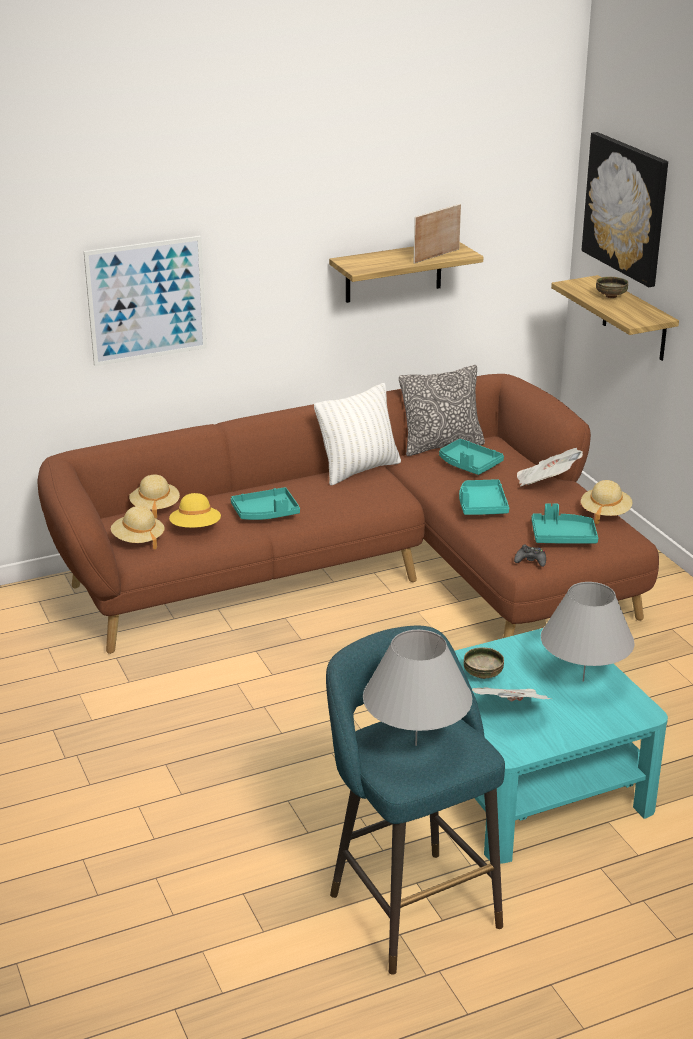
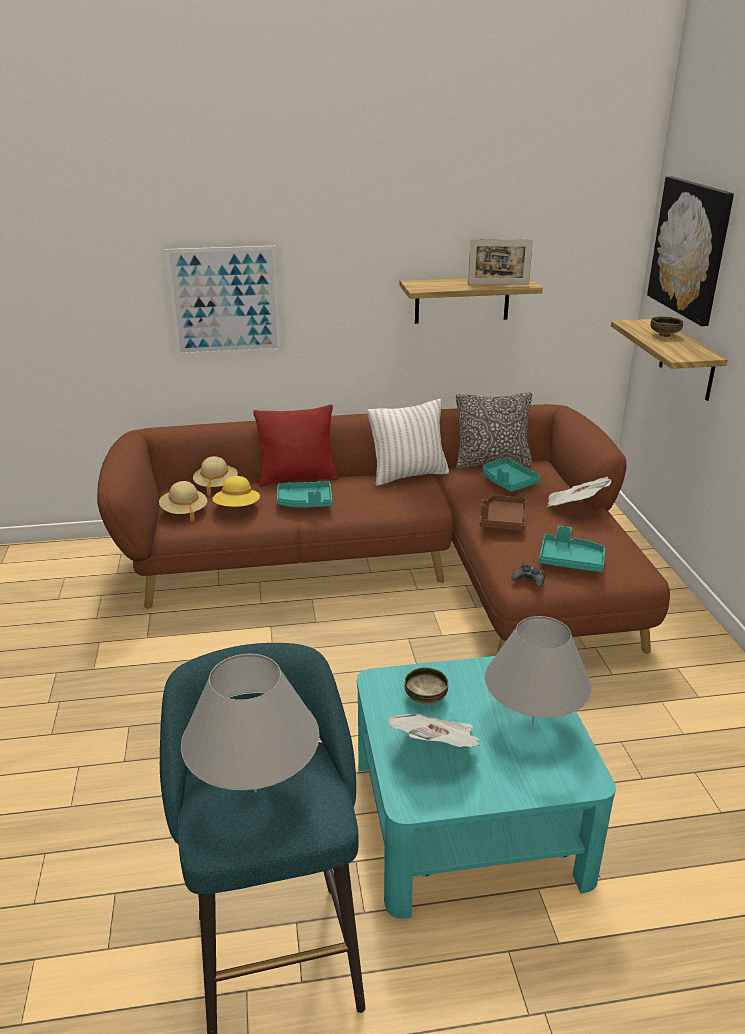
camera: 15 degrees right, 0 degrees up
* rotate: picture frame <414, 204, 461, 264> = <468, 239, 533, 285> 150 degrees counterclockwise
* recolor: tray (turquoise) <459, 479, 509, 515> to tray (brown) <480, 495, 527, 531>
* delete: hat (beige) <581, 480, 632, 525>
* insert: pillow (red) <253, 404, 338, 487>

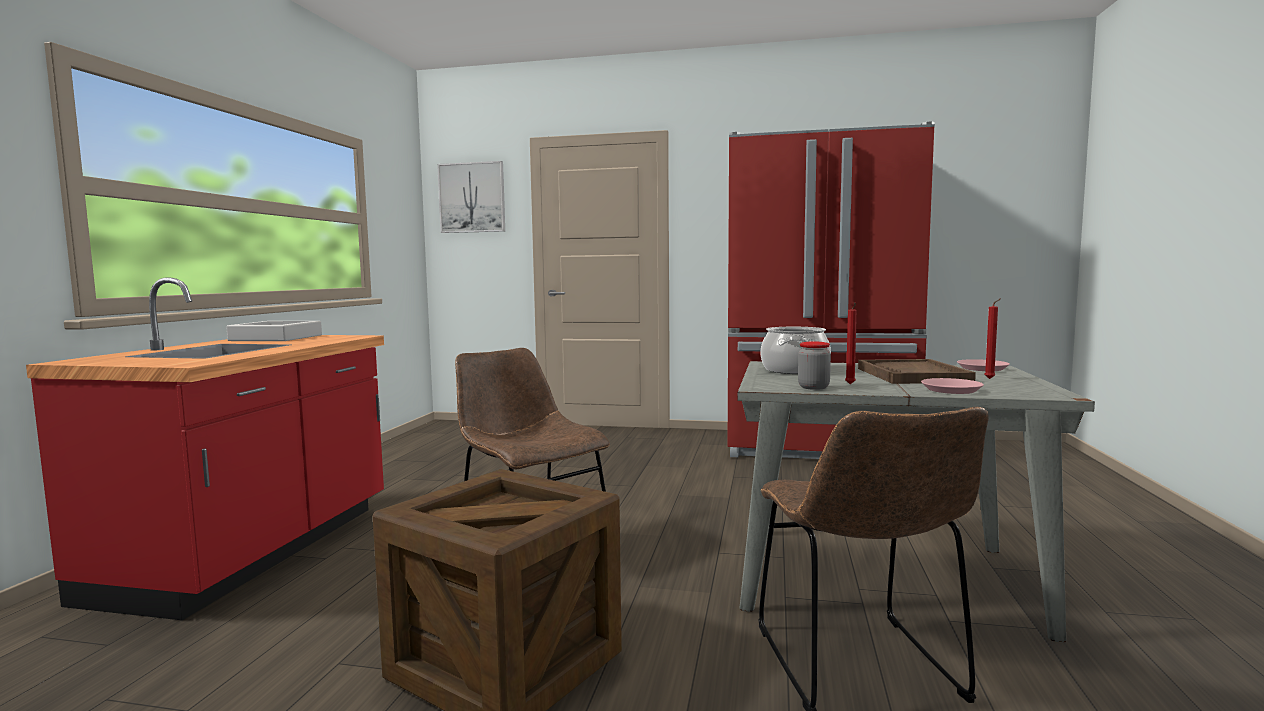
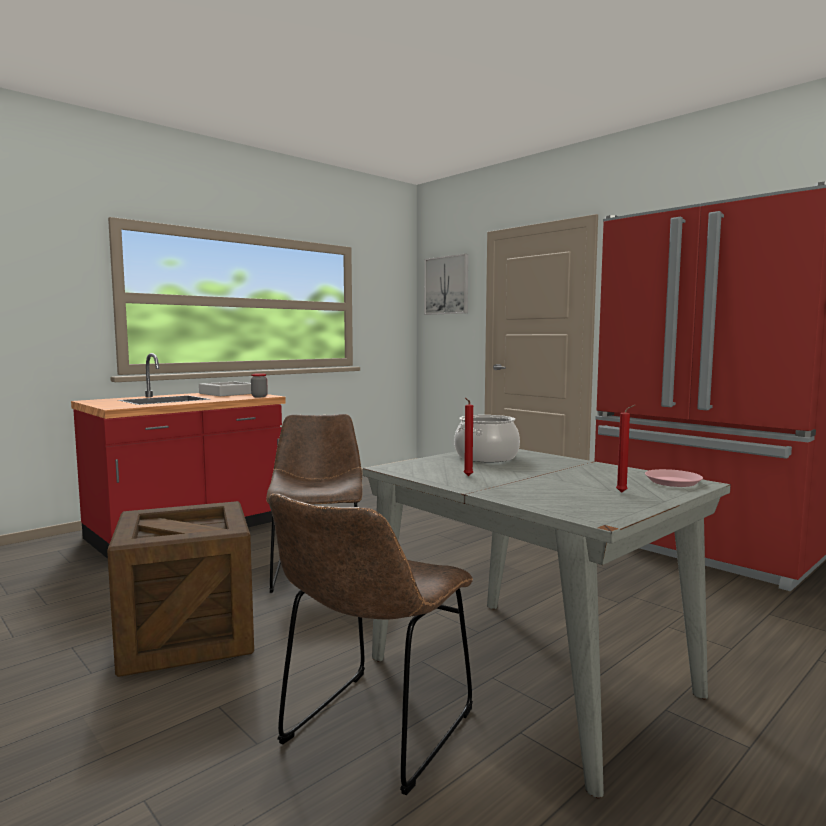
camera: 35 degrees right, 0 degrees up
* move: jar <798, 341, 831, 390> to <251, 373, 268, 397>
* delete: tray (brown) <858, 359, 976, 384>
* delete: plate (pink) <921, 378, 984, 394>

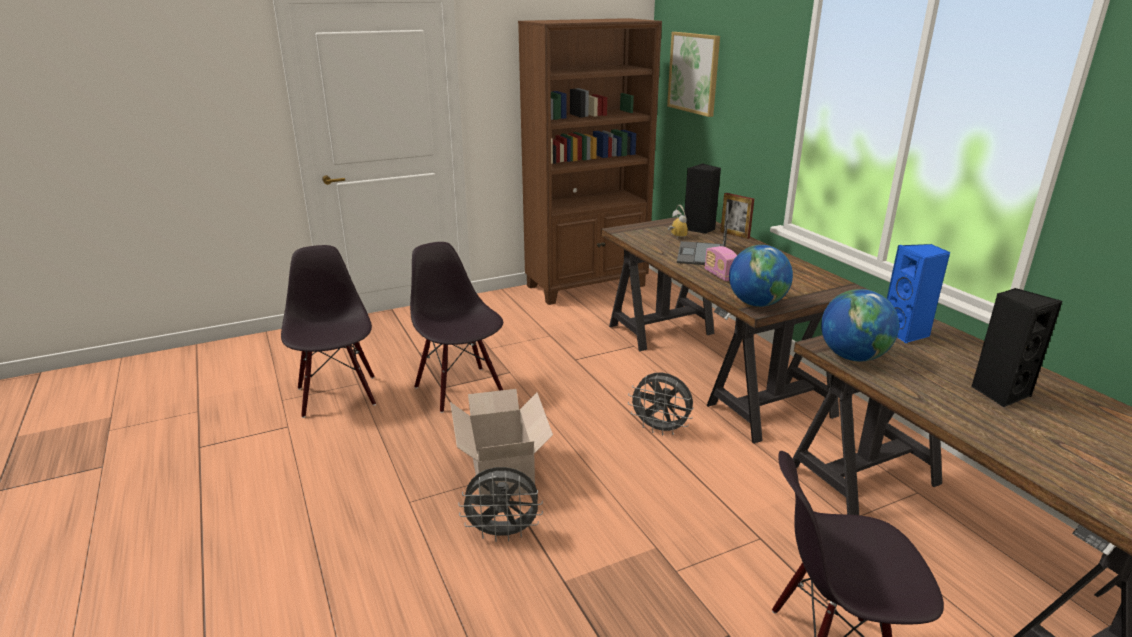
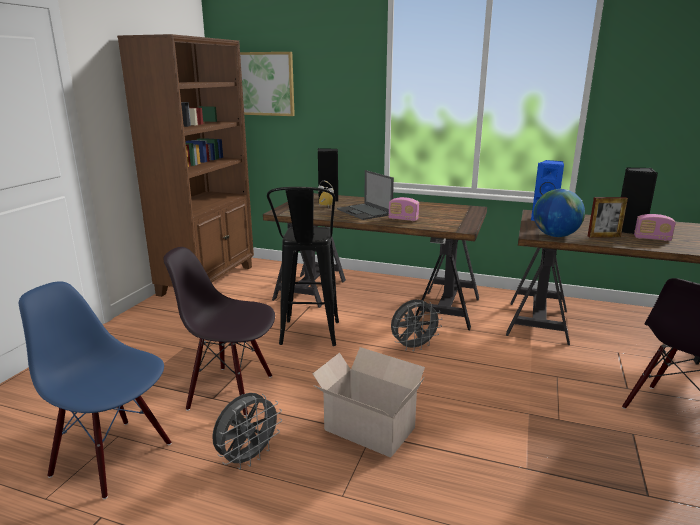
camera: 45 degrees left, 5 degrees down
* move: picture frame <720, 193, 754, 239> to <588, 197, 628, 237>
* recolor: chair (black) <281, 245, 376, 418> to chair (blue) <19, 281, 171, 499>
* delete: globe <729, 245, 793, 307>
* move: fan (grey) <458, 467, 543, 542> to <212, 393, 282, 469>
* insert: stool (black) <267, 187, 339, 346>
* insert: radio <634, 214, 676, 241>

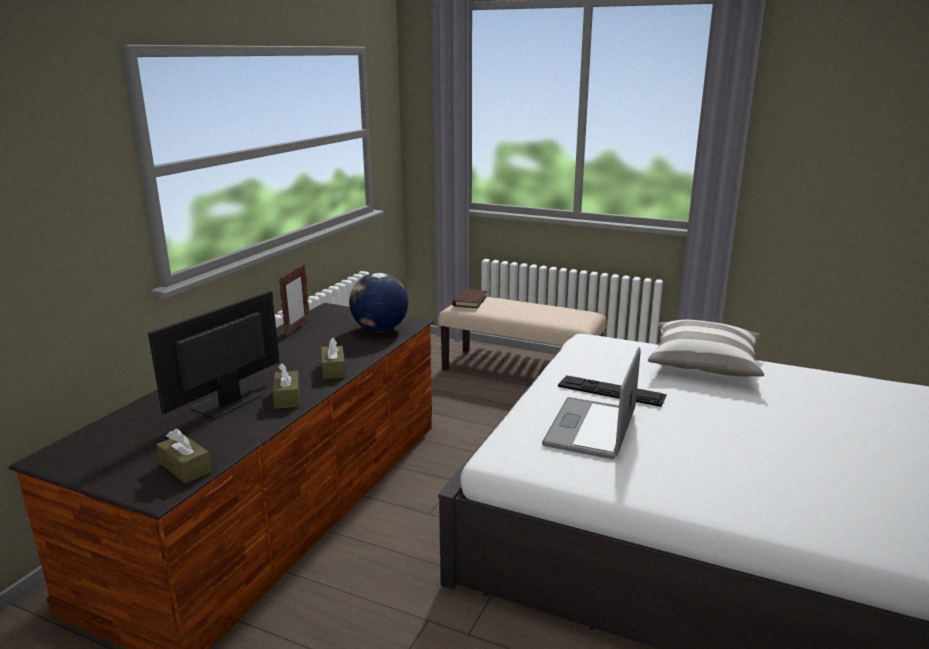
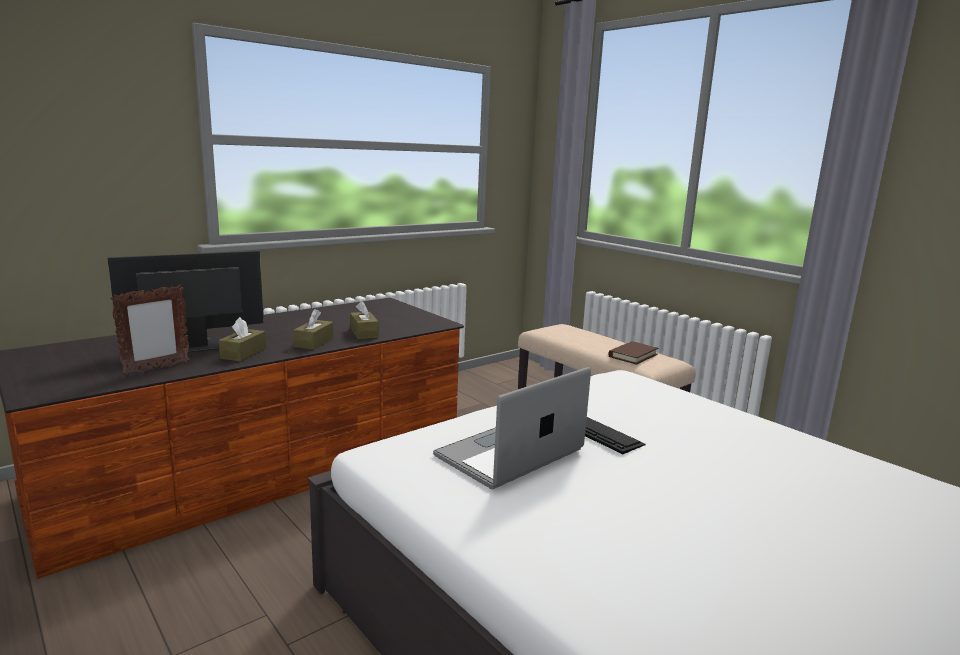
camera: 25 degrees right, 5 degrees down
* move: picture frame <279, 264, 310, 337> to <110, 285, 190, 376>
* delete: globe <349, 273, 408, 332>
* move: book (brown) <452, 289, 487, 308> to <608, 341, 658, 365>
* delete: pillow <648, 320, 764, 378>
* move: tissue box (brown) <157, 428, 212, 483> to <350, 301, 379, 339>

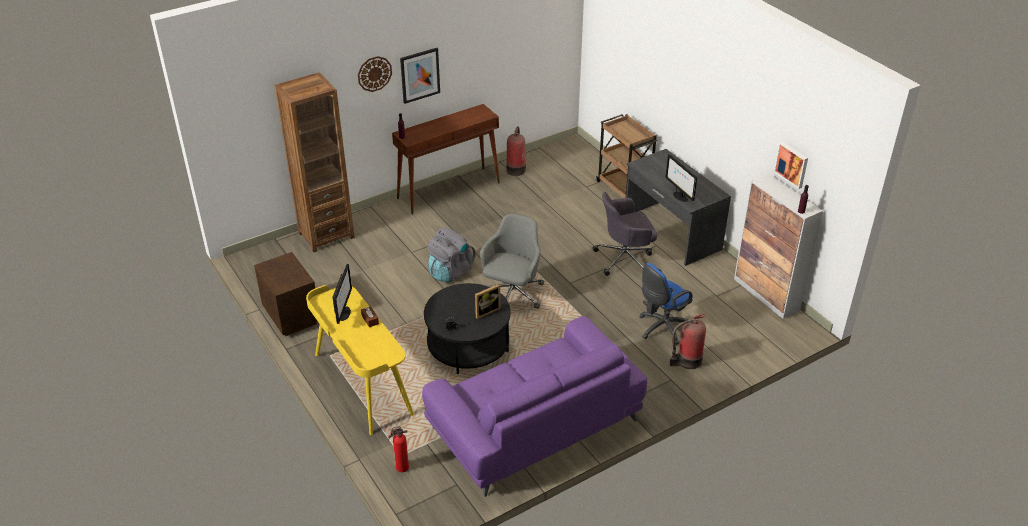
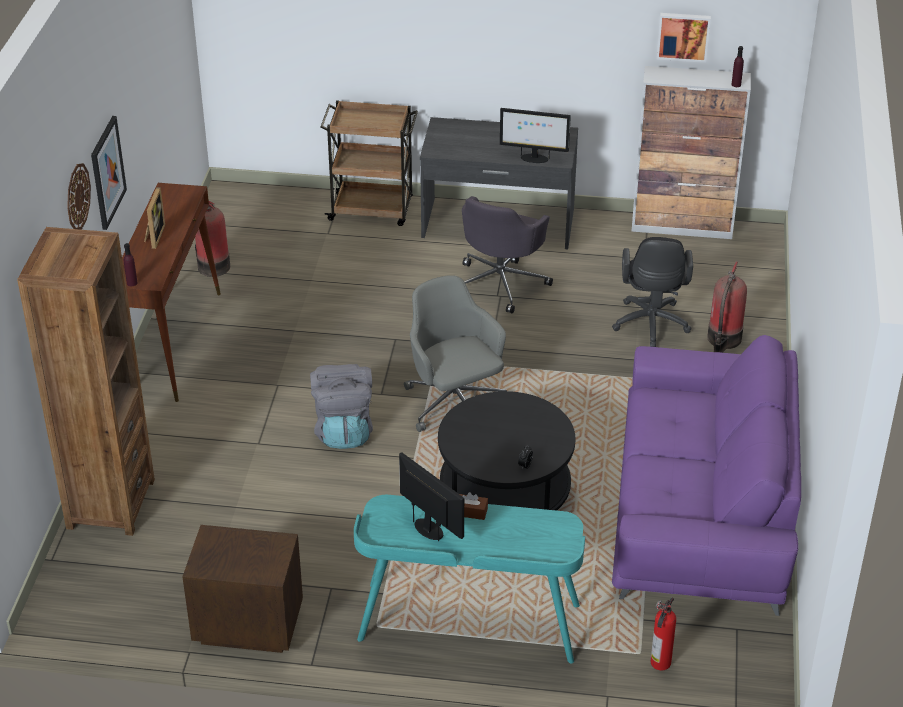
camera: 50 degrees left, 0 degrees up
* recolor: office chair (blue) <639, 263, 693, 345> to office chair (black) <612, 237, 693, 347>
* move: picture frame <475, 284, 501, 319> to <144, 187, 165, 249>
* recolor: desk (yellow) <306, 285, 414, 435> to desk (turquoise) <354, 495, 585, 664>

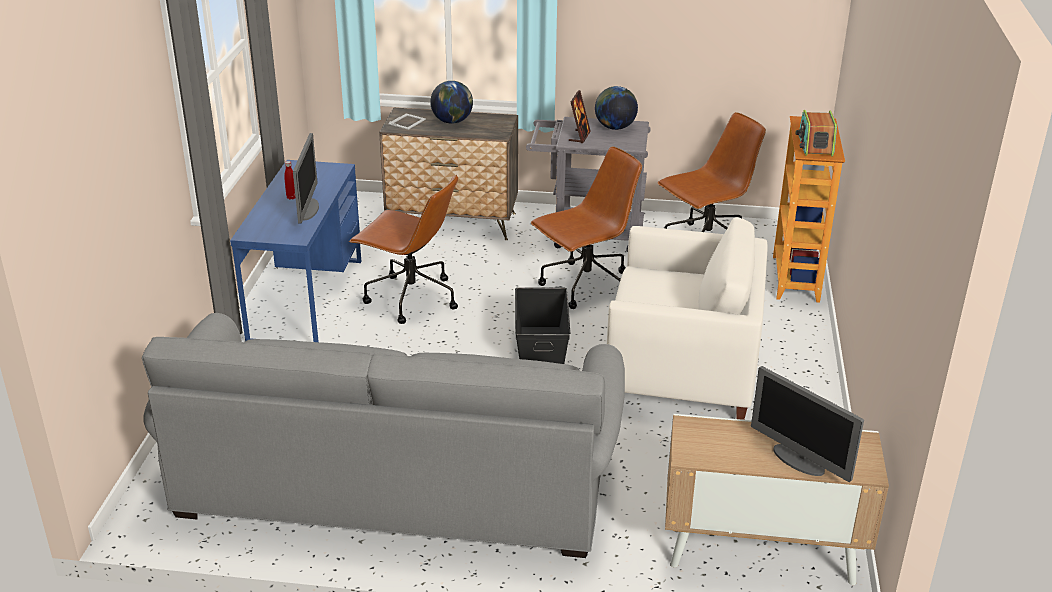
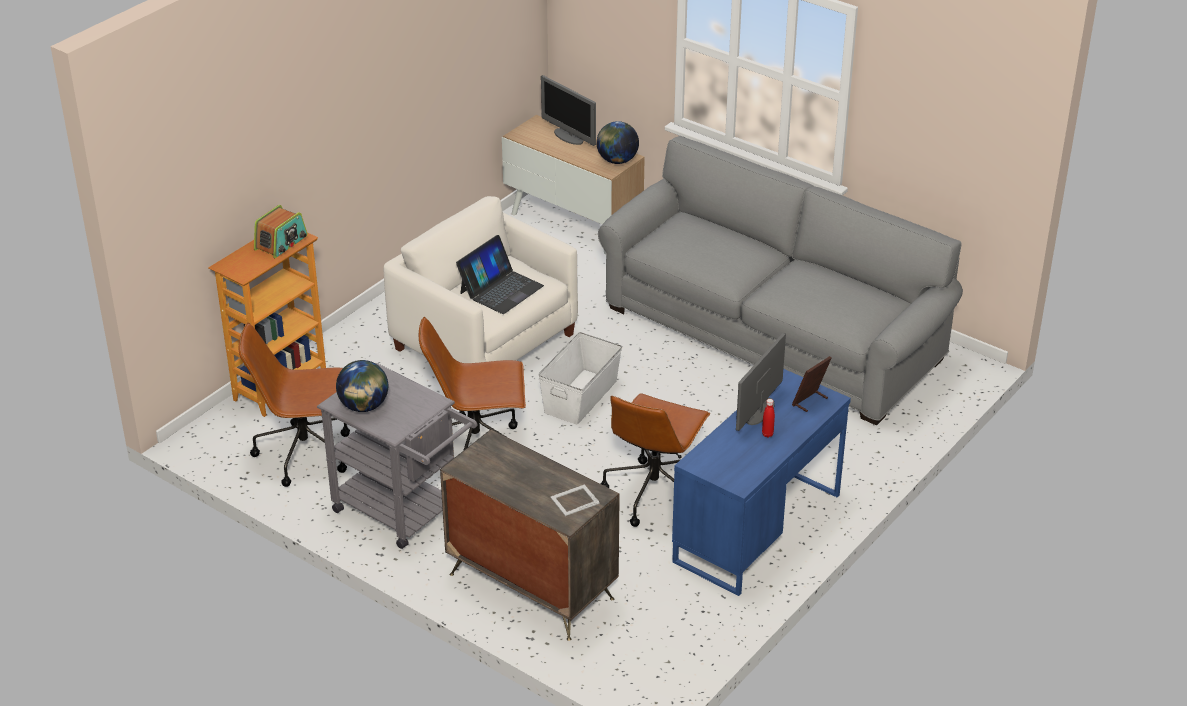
camera: 150 degrees left, 5 degrees up
* move: globe <430, 81, 473, 124> to <596, 121, 639, 164>
* move: picture frame <569, 90, 590, 143> to <792, 356, 831, 412>
* rotate: office chair (brown) <349, 174, 458, 324> = <600, 394, 710, 527> 120 degrees counterclockwise
* recolor: storage box (black) <515, 287, 570, 364> to storage box (white) <538, 332, 622, 425>
* rotate: monitor <751, 366, 864, 482> = <541, 75, 596, 146> 150 degrees clockwise
* insert: laptop <456, 235, 544, 314>

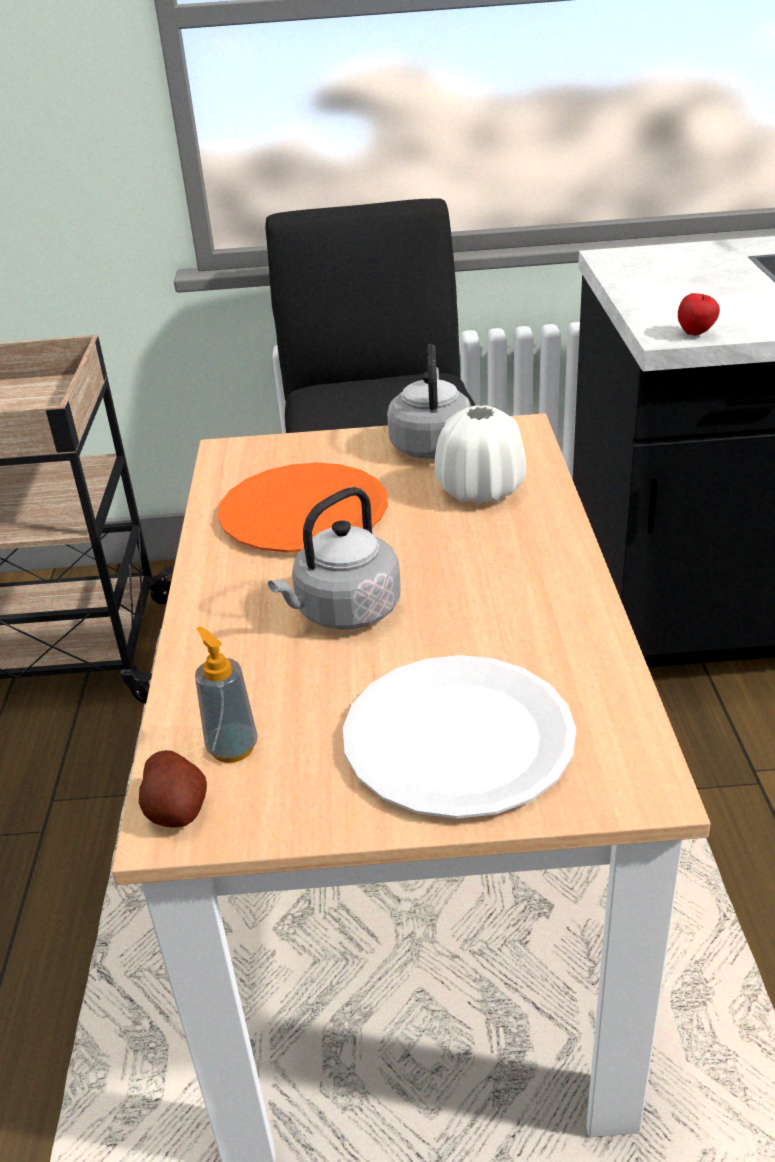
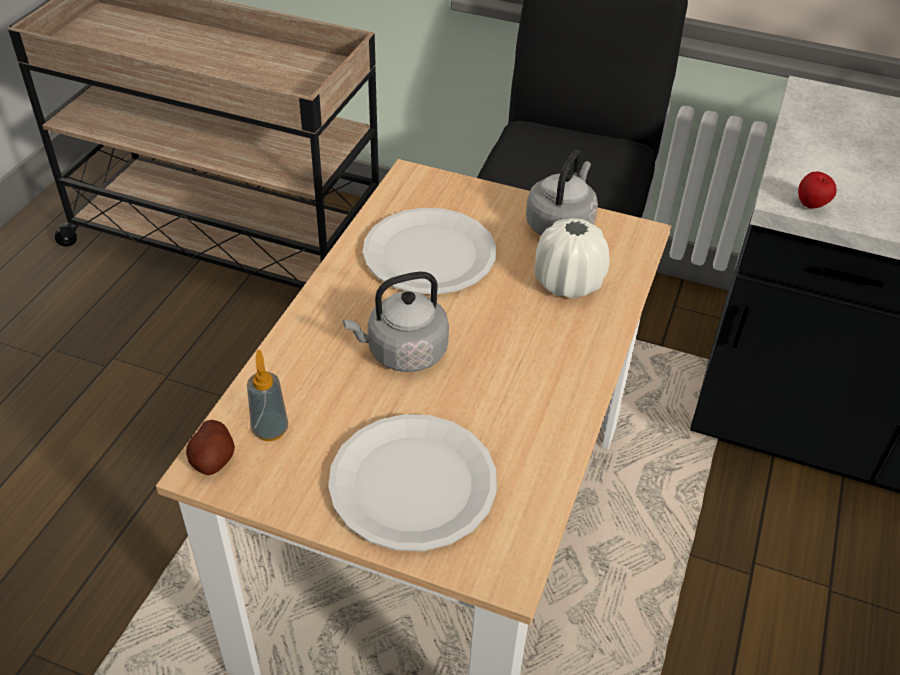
camera: 20 degrees right, 10 degrees up
* recolor: plate (orange) <218, 463, 388, 552> to plate (white) <363, 208, 496, 294>

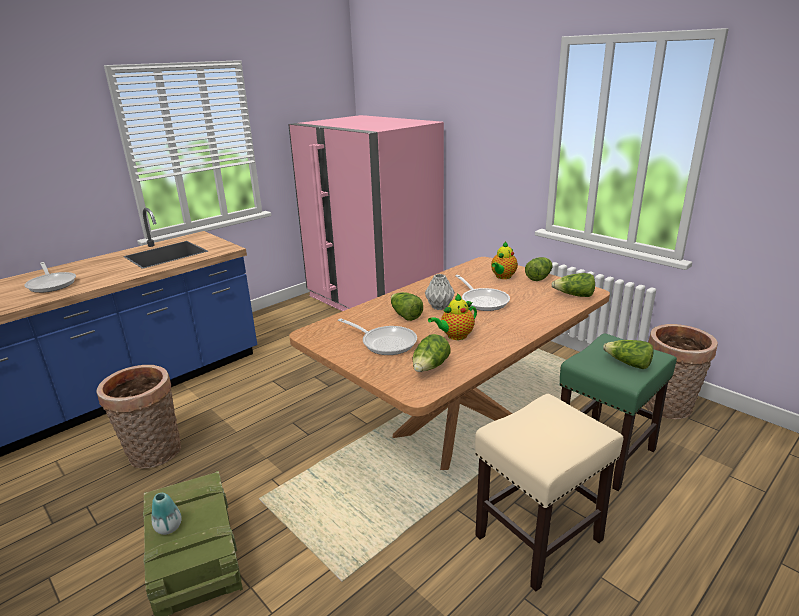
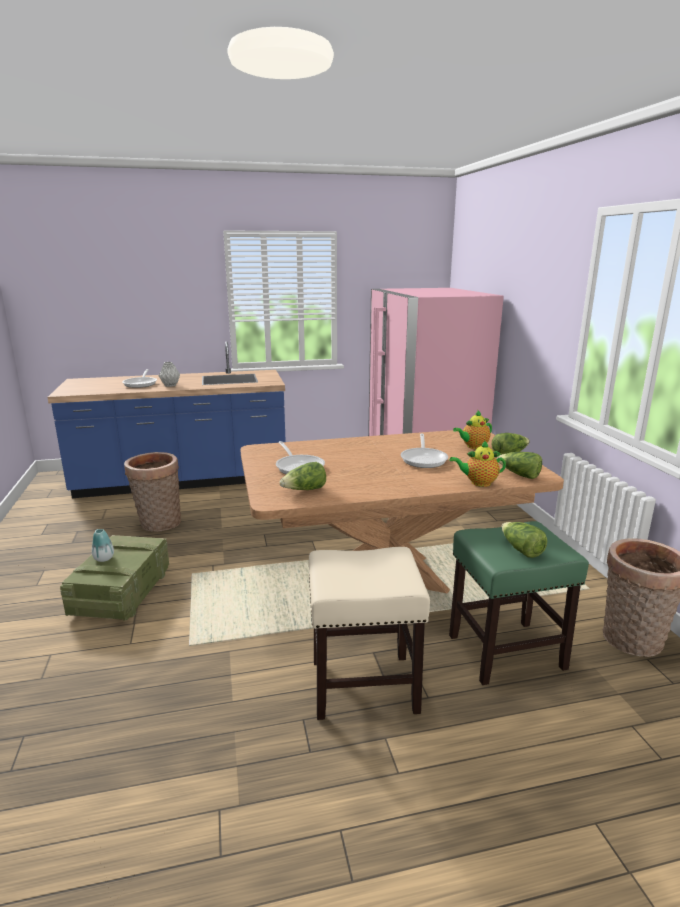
camera: 30 degrees right, 5 degrees down
* move: vase (grey) <425, 274, 455, 310> to <159, 362, 180, 387>
* delete: lettuce <391, 292, 423, 321>
* move: teapot <428, 293, 477, 340> to <450, 440, 506, 487>

